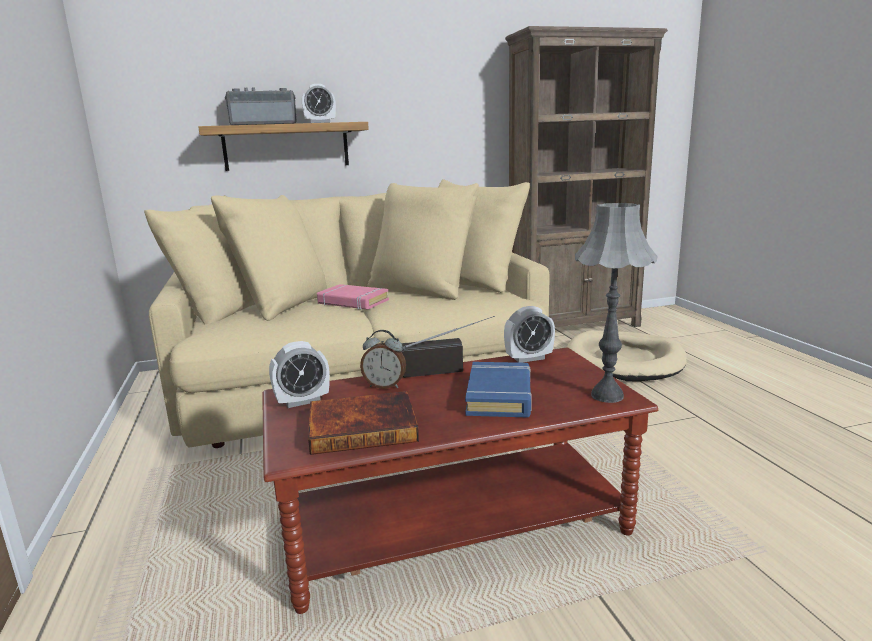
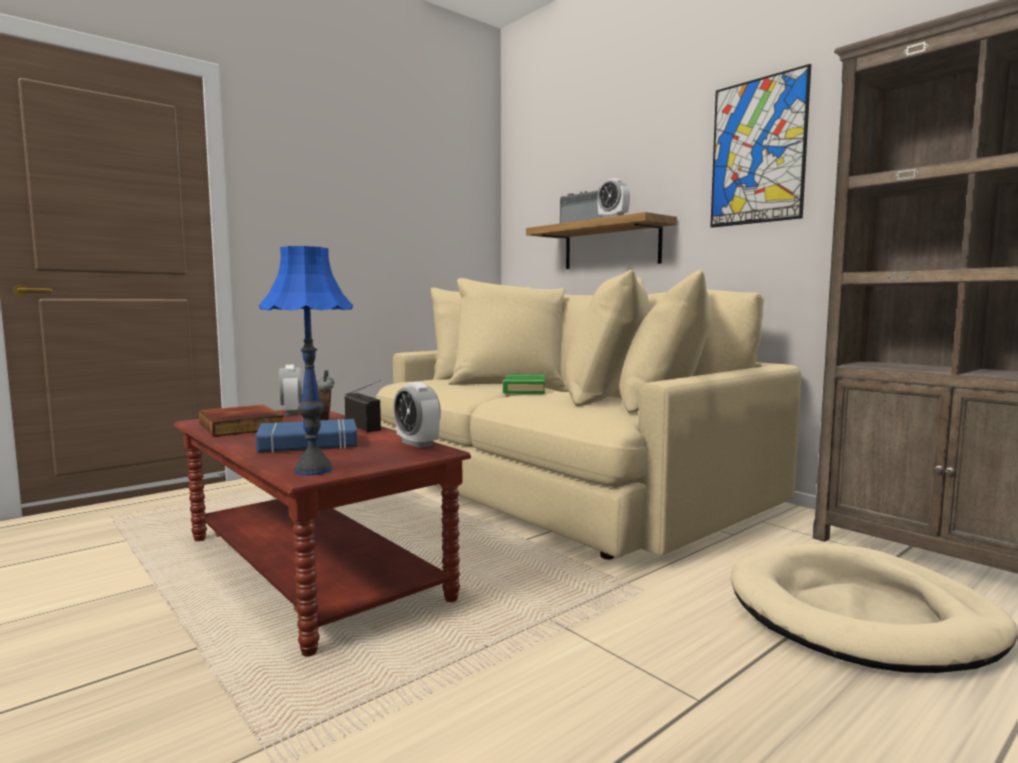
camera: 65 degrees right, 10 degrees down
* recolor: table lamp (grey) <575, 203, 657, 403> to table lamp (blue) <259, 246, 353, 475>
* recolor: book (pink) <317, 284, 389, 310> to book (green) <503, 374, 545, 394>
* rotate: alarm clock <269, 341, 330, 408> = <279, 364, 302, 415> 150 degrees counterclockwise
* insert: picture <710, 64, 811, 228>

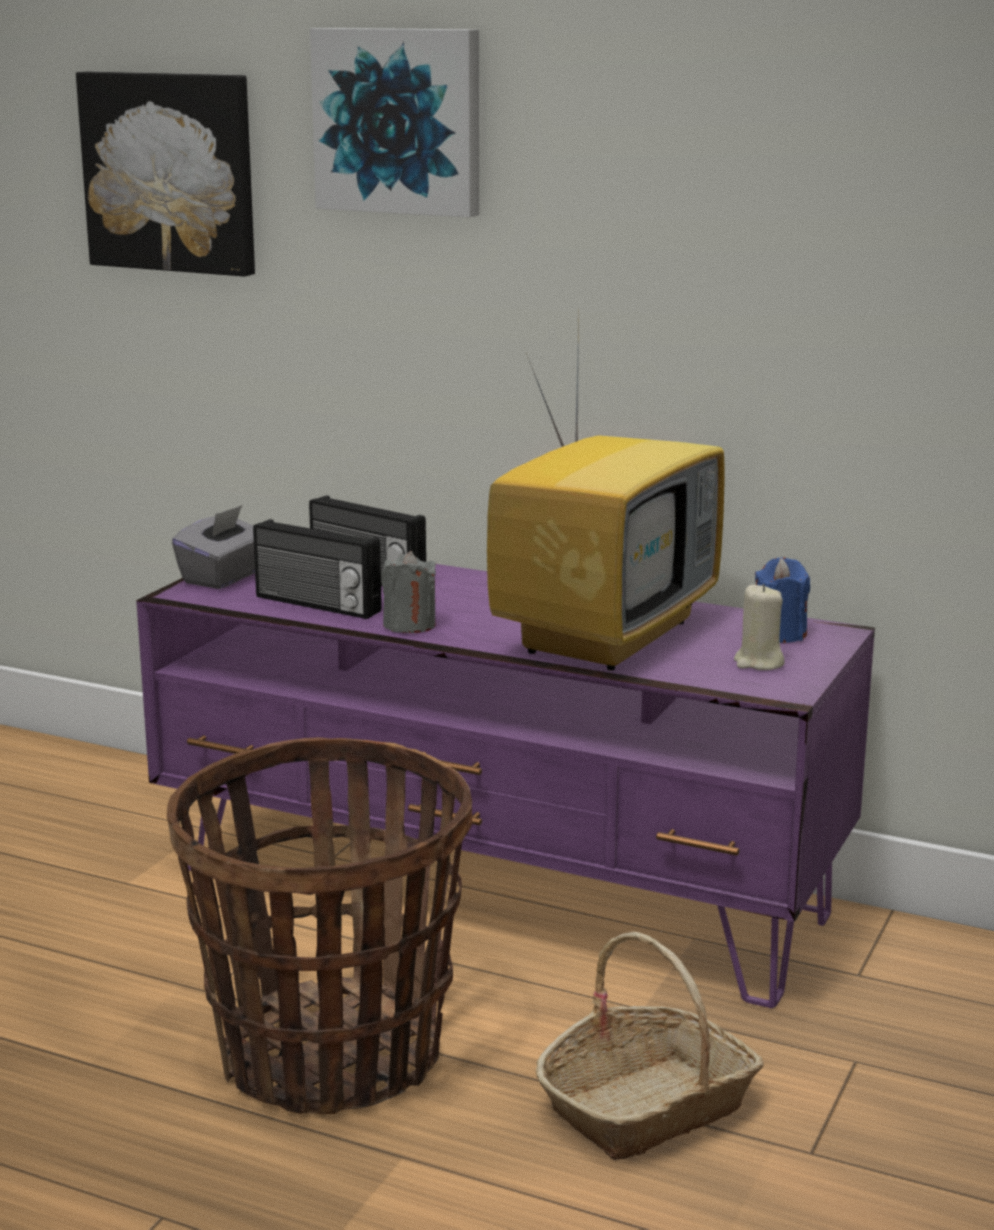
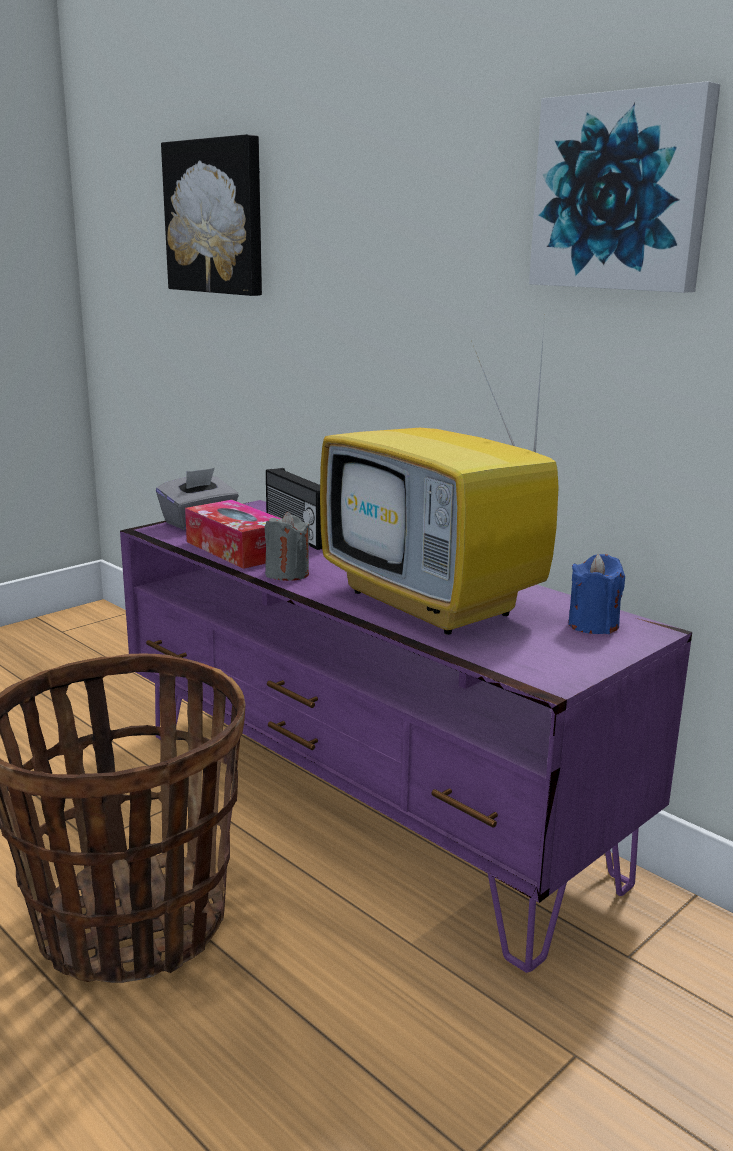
camera: 20 degrees right, 0 degrees up
* move: picture <310, 28, 479, 218> to <529, 81, 720, 293>
* rotate: television <487, 314, 725, 670> = <320, 316, 559, 635> 90 degrees clockwise
* replace: radio <253, 519, 382, 619> to tissue box <185, 500, 281, 569>
* delete: candle (beige) <734, 584, 785, 670>
* delete: basket <536, 932, 764, 1160>

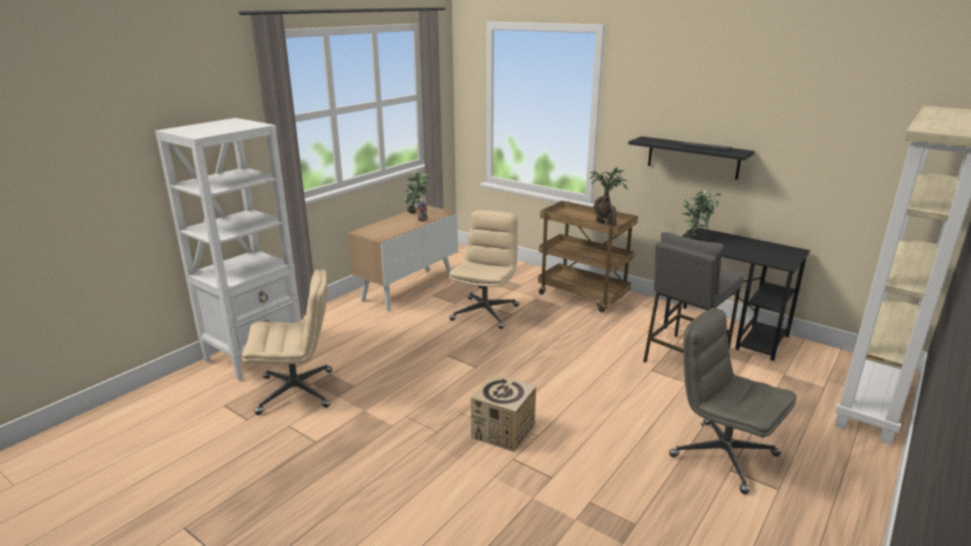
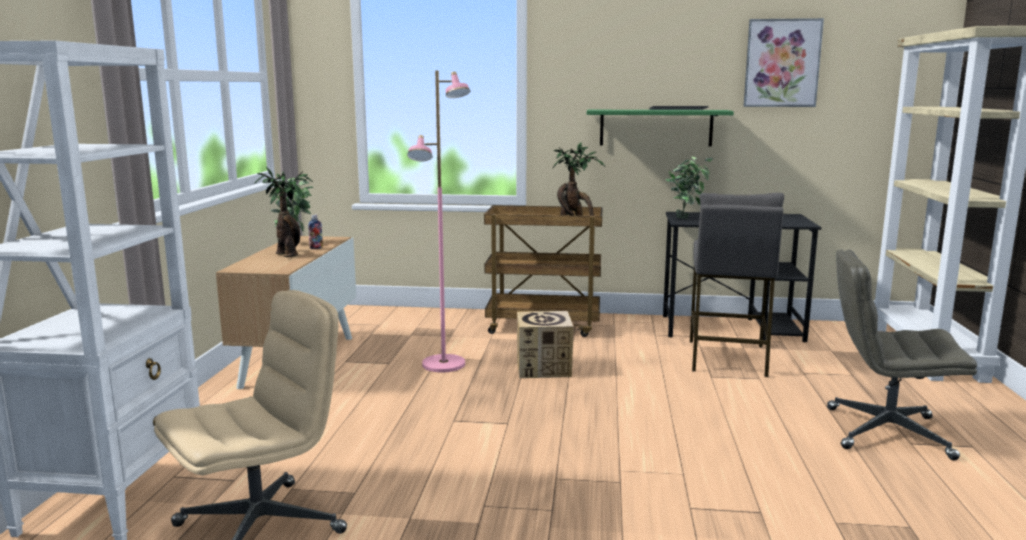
camera: 30 degrees left, 10 degrees down
* recolor: shelf (black) <628, 136, 755, 180> to shelf (green) <587, 110, 734, 146>
* replace: office chair (beige) <449, 210, 519, 329> to floor lamp (pink) <407, 70, 470, 372>
* move: cardboard box <471, 374, 536, 452> to <517, 311, 574, 378>
* insert: picture <743, 18, 824, 107>
* insert: potted plant <254, 167, 313, 257>

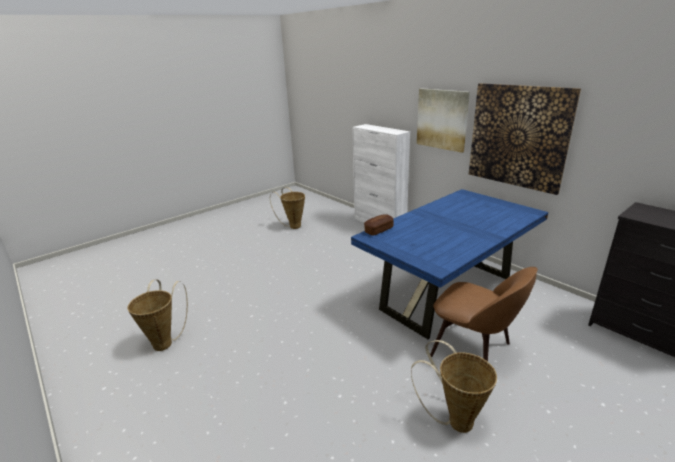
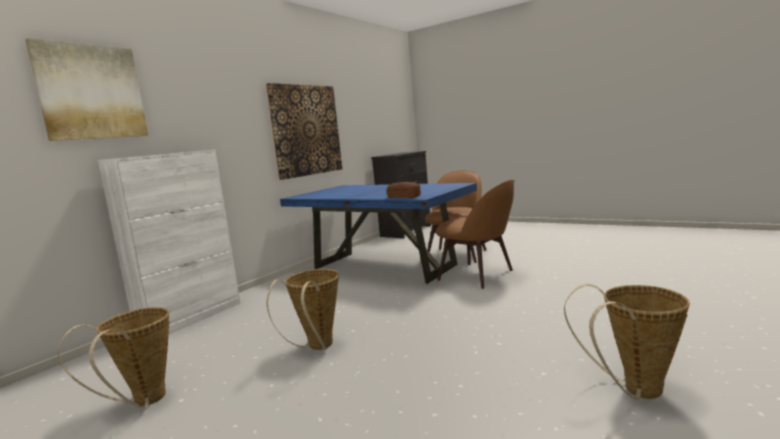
camera: 105 degrees left, 15 degrees down
* move: picture <417, 88, 470, 153> to <25, 38, 148, 141>
* move: basket <411, 340, 497, 433> to <267, 269, 339, 350>
* insert: chair (brown) <435, 180, 515, 289>

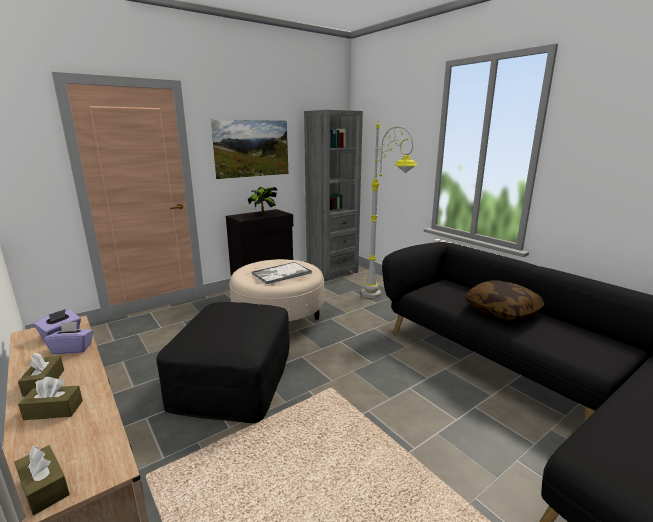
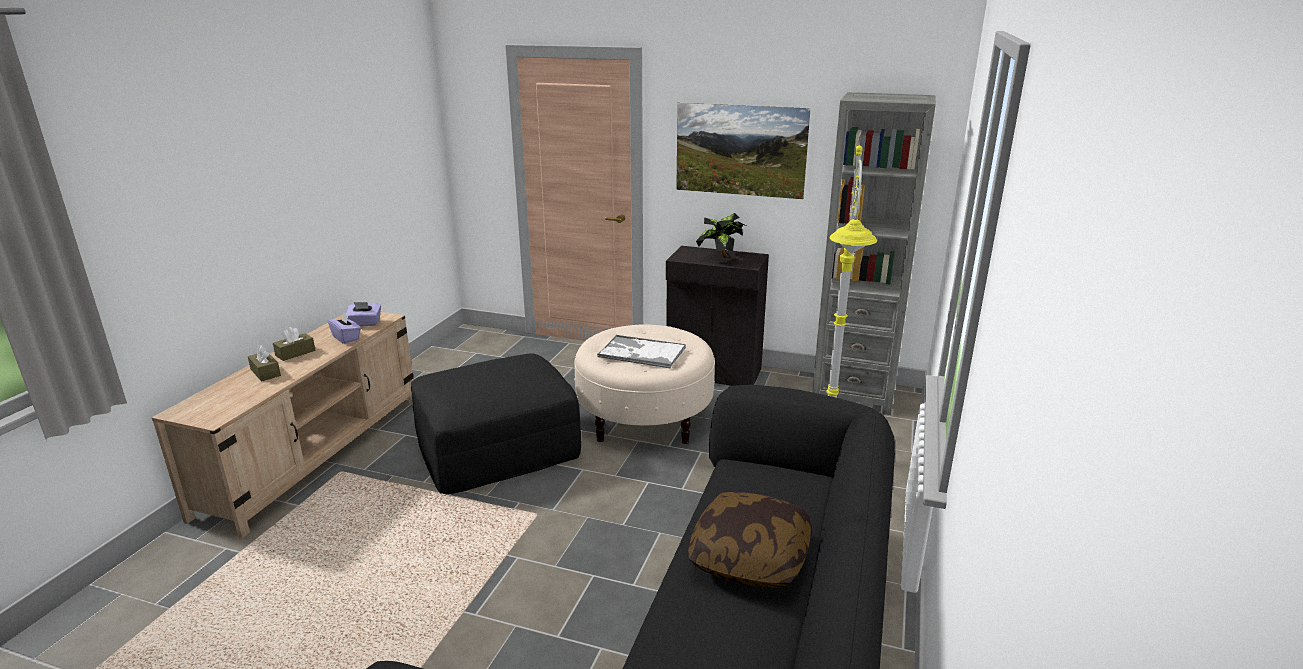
camera: 55 degrees right, 5 degrees up
* delete: tissue box (brown) <14, 445, 70, 516>

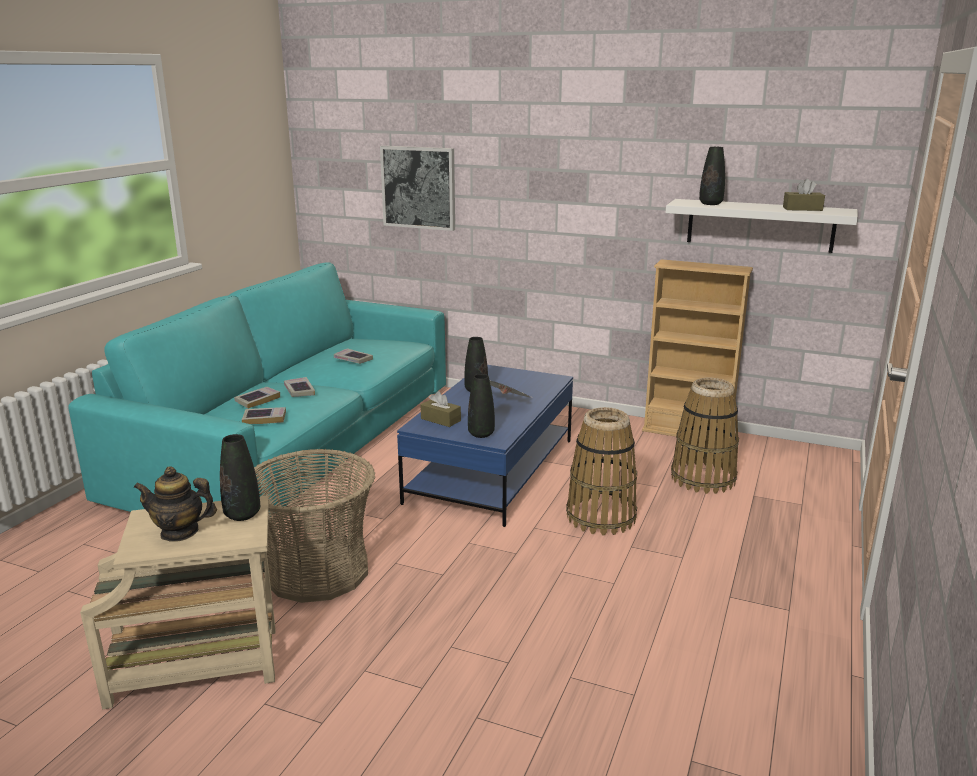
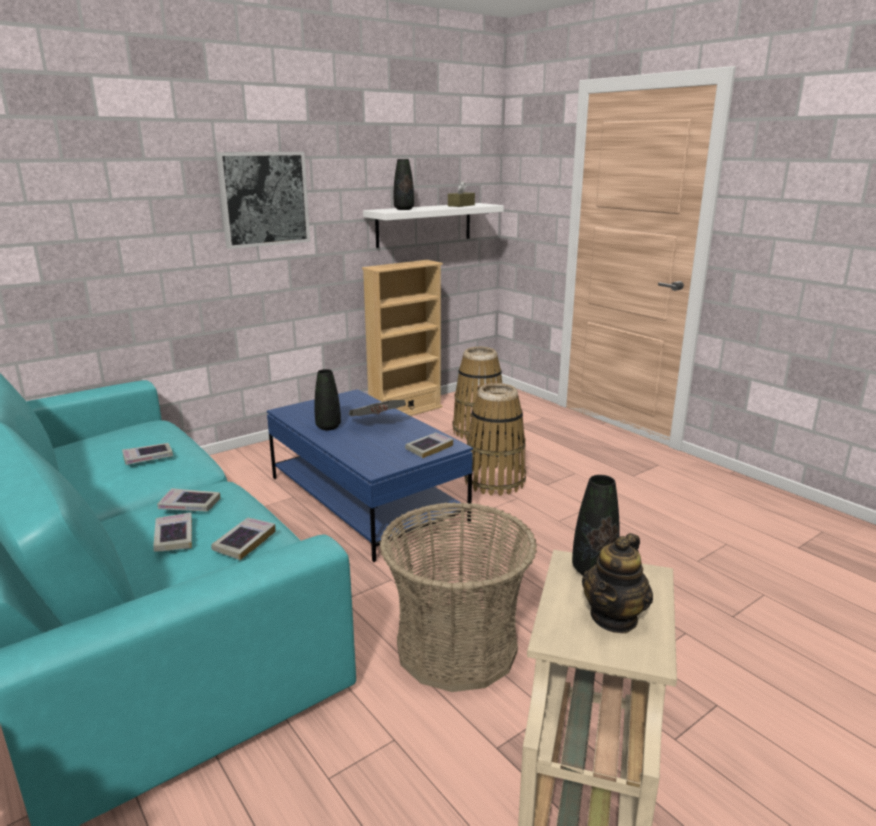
camera: 60 degrees left, 0 degrees up
* move: picture <380, 146, 455, 231> to <216, 152, 310, 249>
* replace: vase (black) <468, 374, 495, 438> to book <405, 433, 454, 458>
* delete: tissue box (brown) <421, 391, 461, 427>

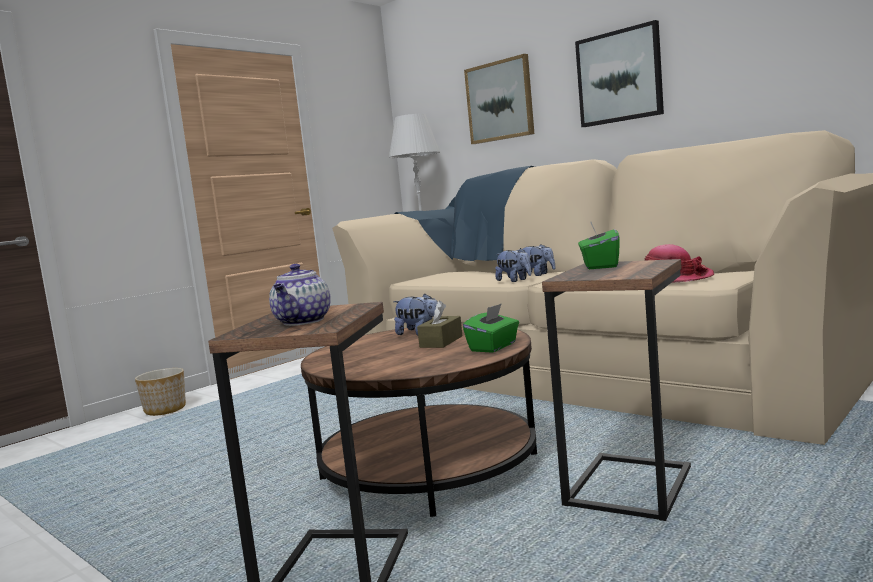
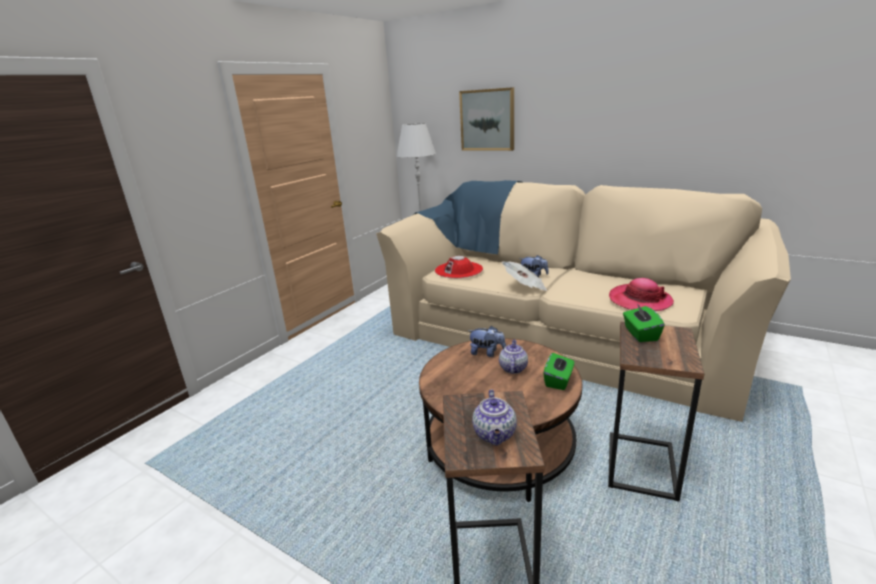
camera: 10 degrees left, 15 degrees up
* delete: picture <575, 20, 664, 127>
* replace: plush toy <495, 248, 531, 282> to newspaper <502, 261, 548, 291>
* replace: tissue box (brown) <417, 300, 462, 348> to teapot <499, 340, 528, 374>
* delete: planter <135, 368, 186, 416>
* insert: hat (red) <435, 256, 483, 278>

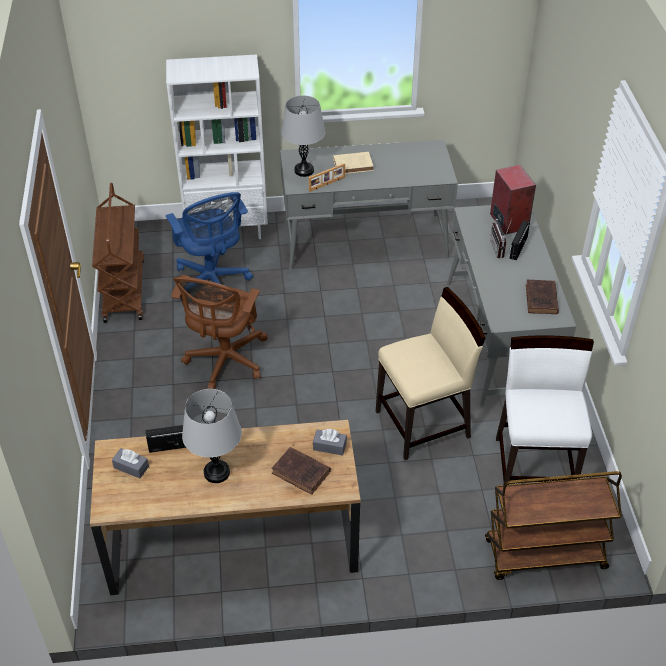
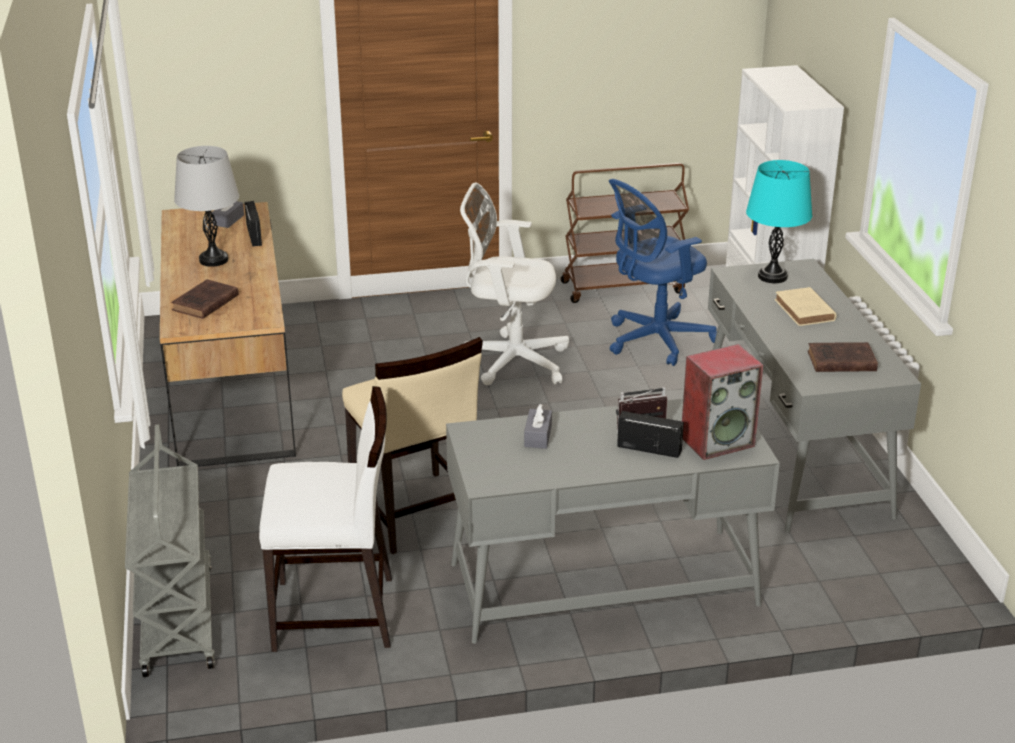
camera: 85 degrees right, 15 degrees down
* recolor: table lamp (grey) <281, 95, 325, 177> to table lamp (turquoise) <746, 160, 812, 283>
* delete: picture frame <309, 163, 345, 192>
* recolor: office chair (brown) <171, 275, 268, 389> to office chair (white) <460, 182, 569, 385>
* move: book (brown) <526, 280, 559, 314> to <808, 342, 878, 372>
* move: tissue box (grey) <313, 429, 347, 456> to <524, 404, 552, 449>
* recolor: cart (brown) <485, 471, 622, 580> to cart (grey) <125, 424, 215, 677>

